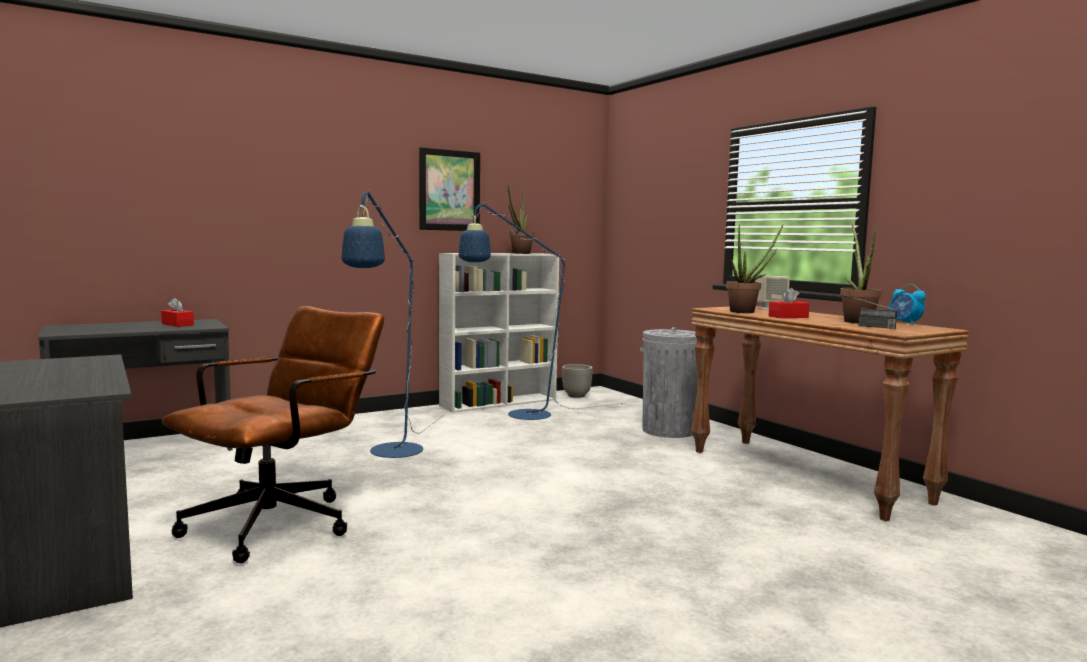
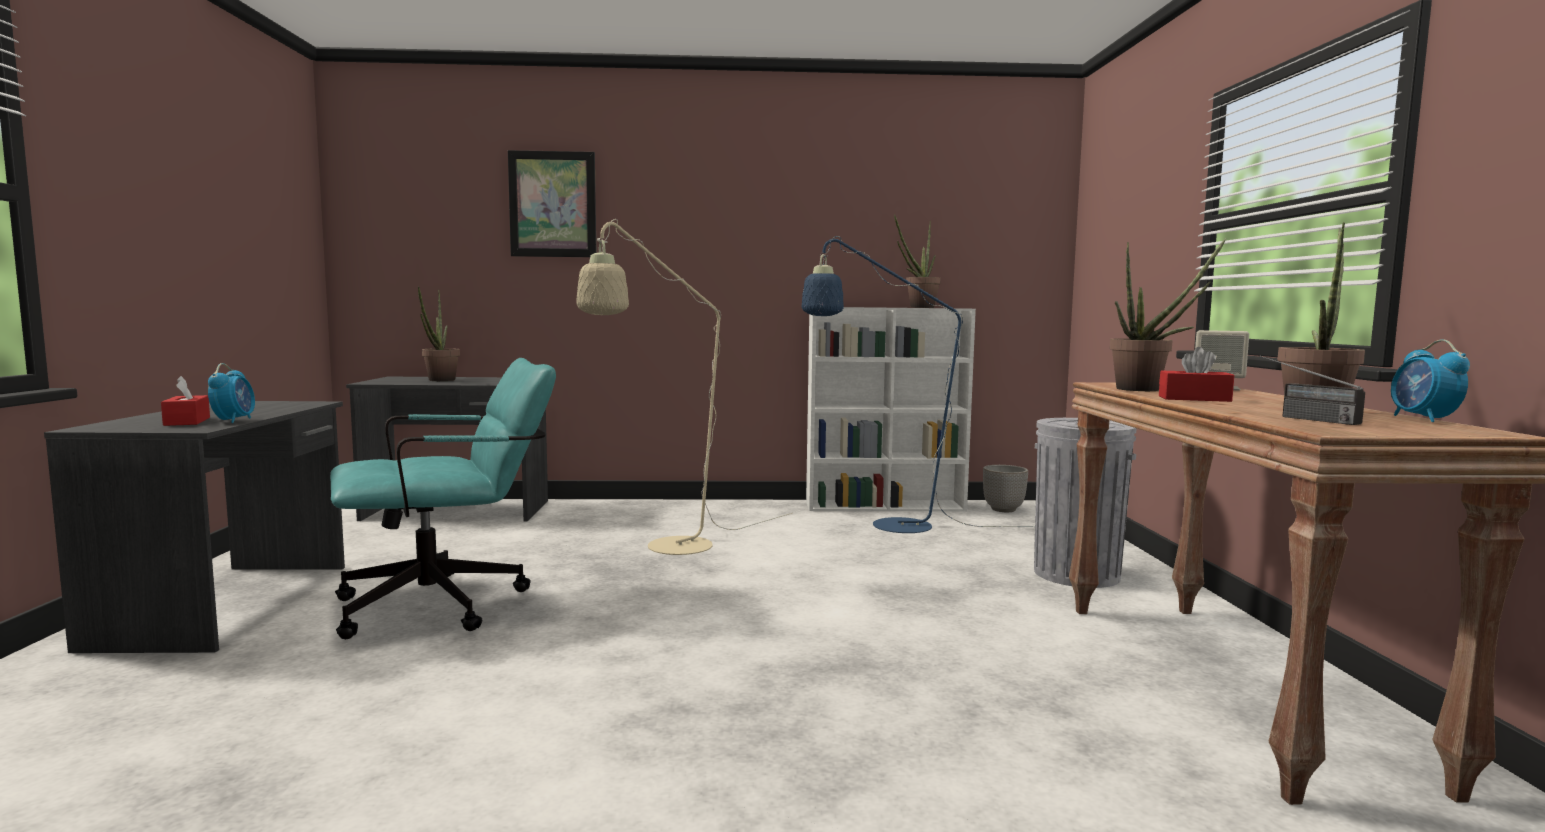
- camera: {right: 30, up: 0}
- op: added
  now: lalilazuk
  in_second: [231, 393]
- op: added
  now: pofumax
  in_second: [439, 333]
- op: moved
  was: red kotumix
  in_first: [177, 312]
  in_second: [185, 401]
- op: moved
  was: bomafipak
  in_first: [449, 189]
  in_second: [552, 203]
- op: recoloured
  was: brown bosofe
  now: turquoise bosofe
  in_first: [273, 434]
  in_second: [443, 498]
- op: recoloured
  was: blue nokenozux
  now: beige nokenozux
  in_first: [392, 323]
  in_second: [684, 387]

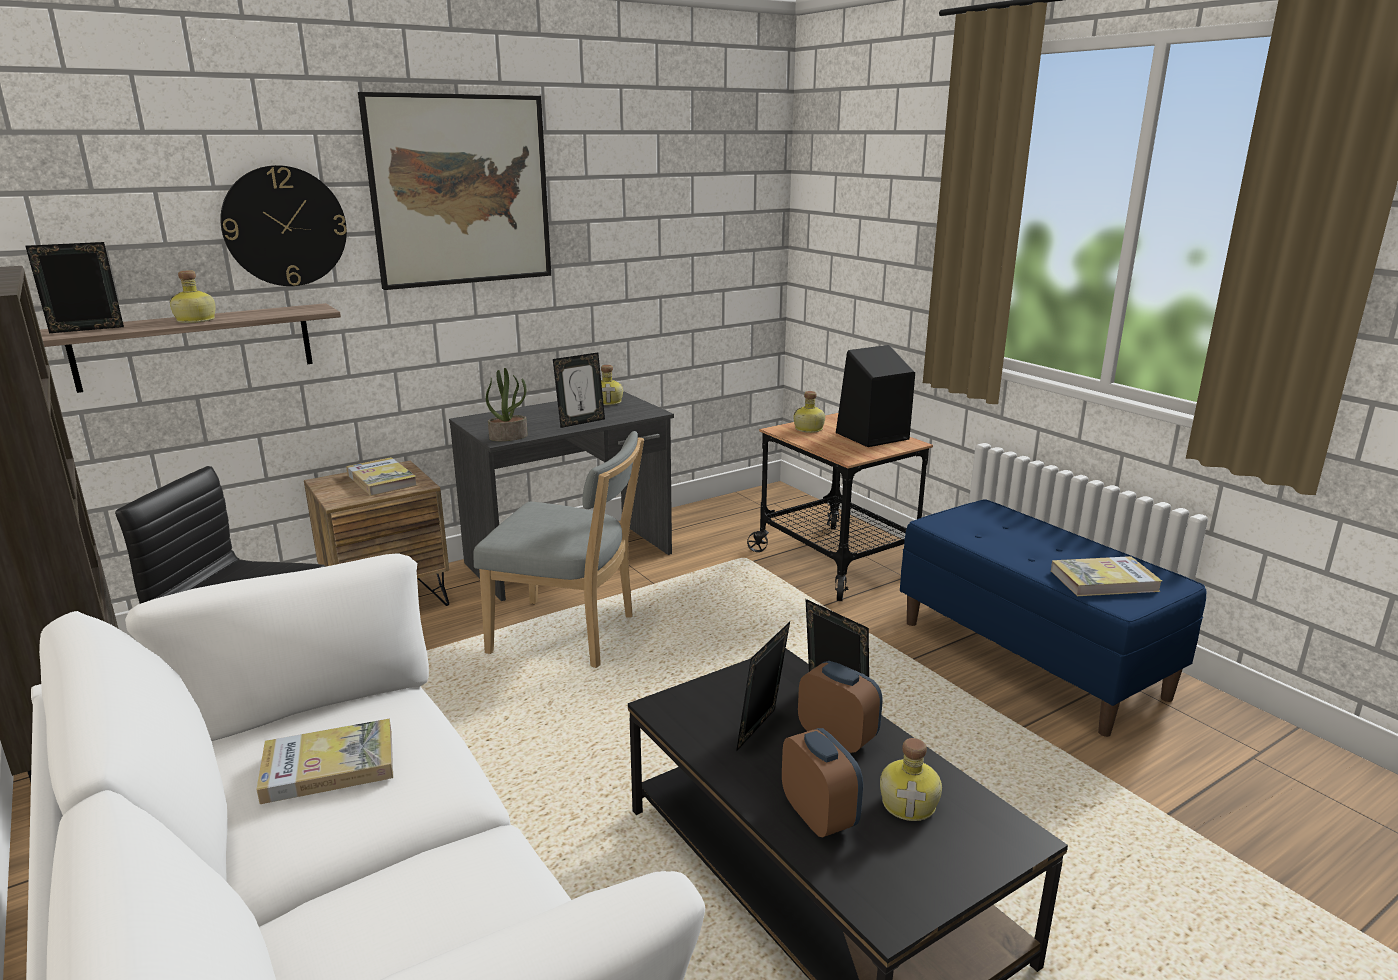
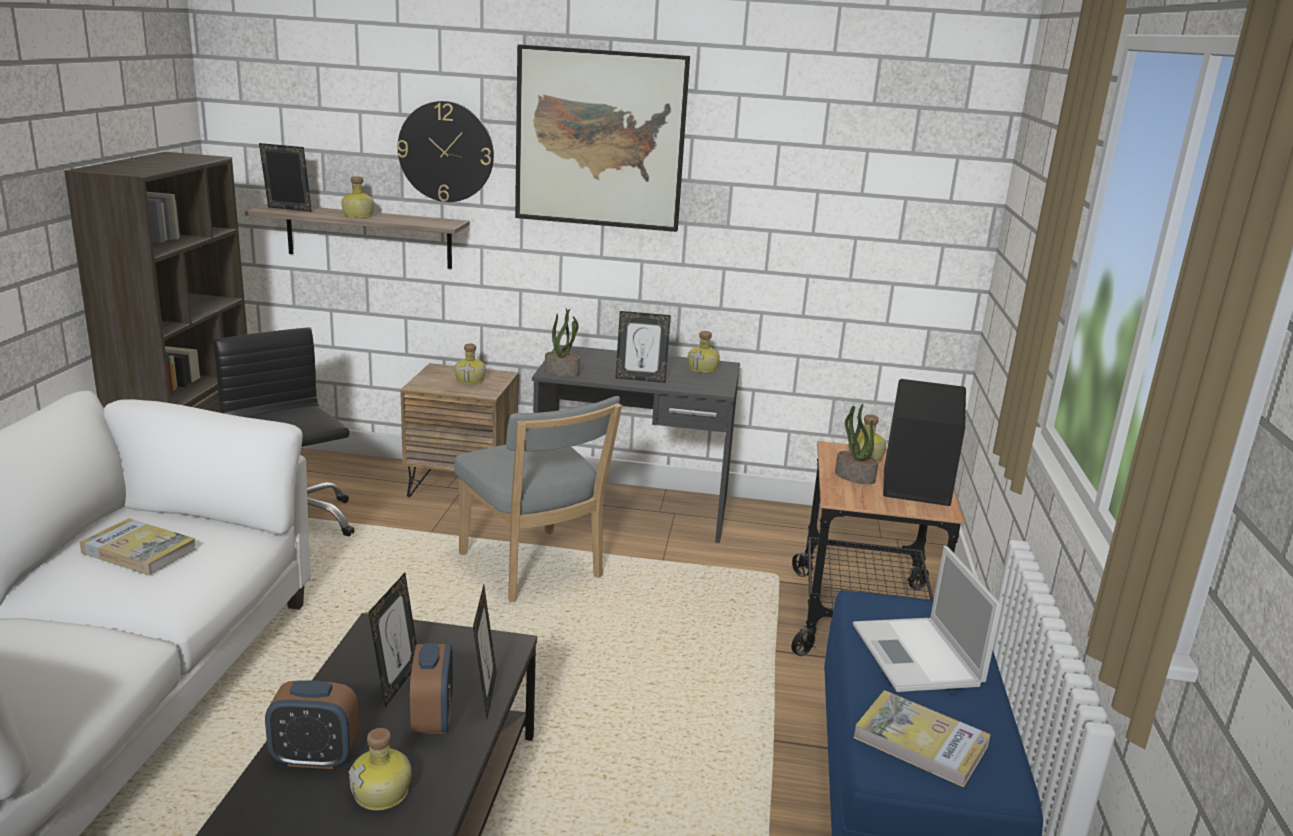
- camera: {right: 40, up: 0}
- op: added
  now: pofumax
  in_second: [856, 444]
- op: added
  now: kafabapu
  in_second: [927, 619]
- op: replaced
  was: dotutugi
  now: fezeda
  in_first: [381, 476]
  in_second: [470, 364]
- op: turned
  was: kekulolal
  in_first: [763, 687]
  in_second: [392, 640]
  clockwise: 120
- op: turned
  was: lalilazuk
  in_first: [822, 782]
  in_second: [312, 724]
  clockwise: 75

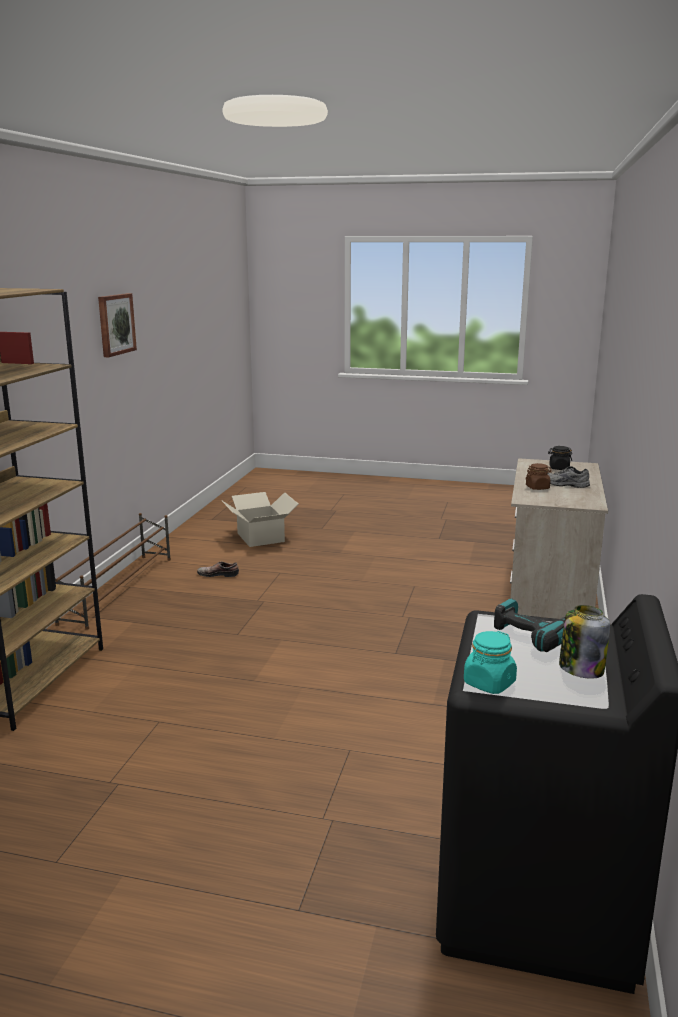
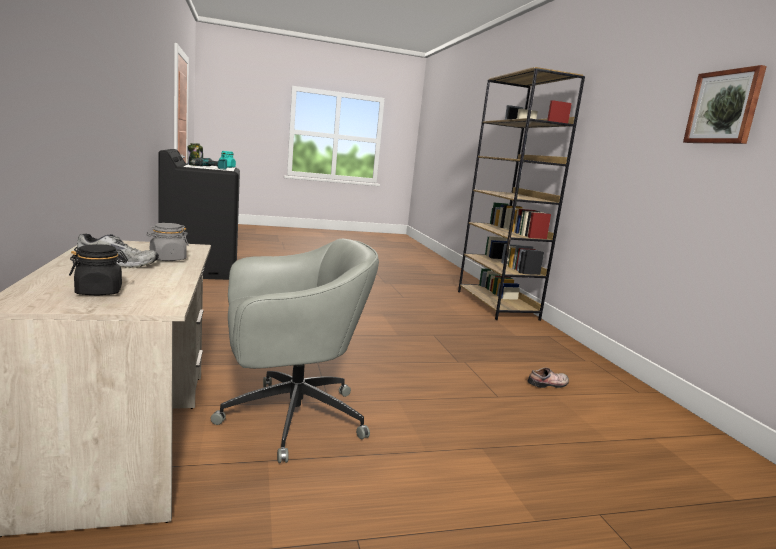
- camera: {right: 150, up: -5}
- op: removed
  was: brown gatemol
  in_first: [113, 571]
- op: removed
  was: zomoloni
  in_first: [259, 519]
- op: added
  now: grey bosofe
  in_second: [294, 351]
- op: recoloured
  was: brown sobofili
  now: grey sobofili
  in_first: [538, 476]
  in_second: [167, 242]

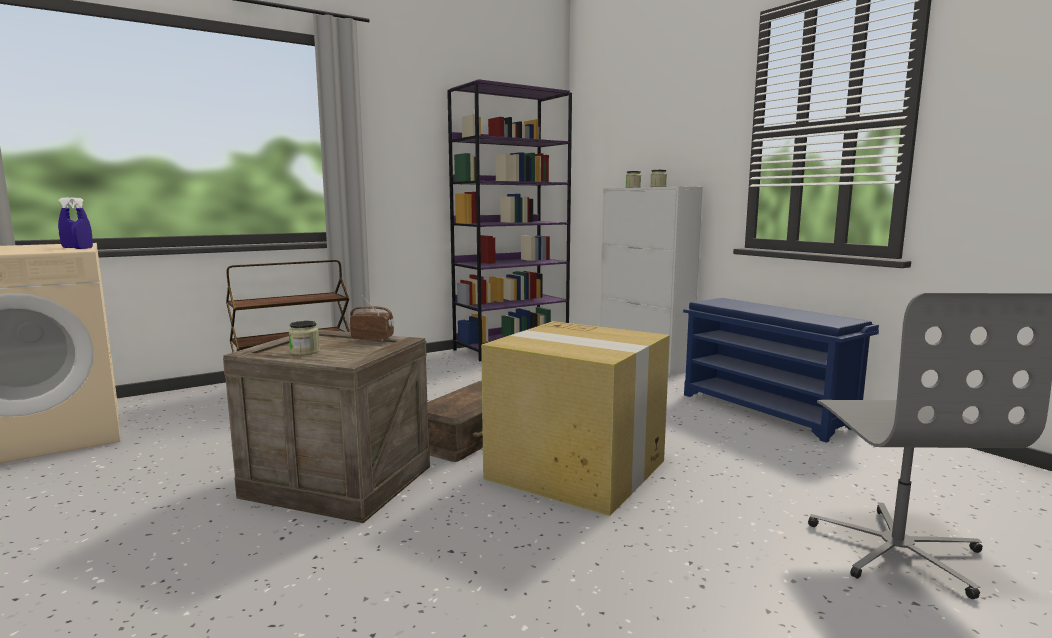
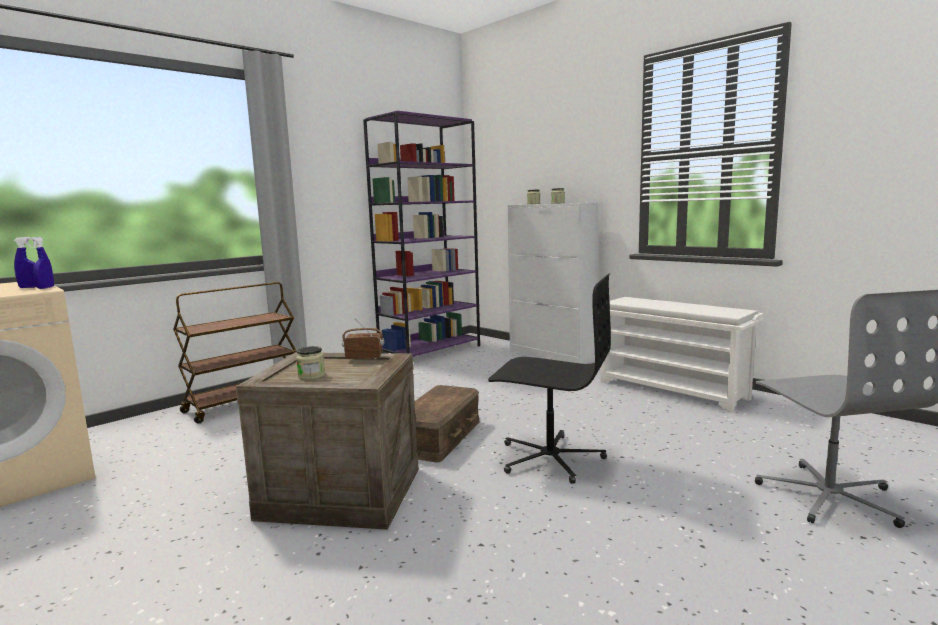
- camera: {right: -10, up: 0}
- op: replaced
  was: zomoloni
  now: black bosofe
  in_first: [575, 418]
  in_second: [549, 379]
- op: recoloured
  was: blue gatemol
  now: white gatemol
  in_first: [781, 370]
  in_second: [682, 355]

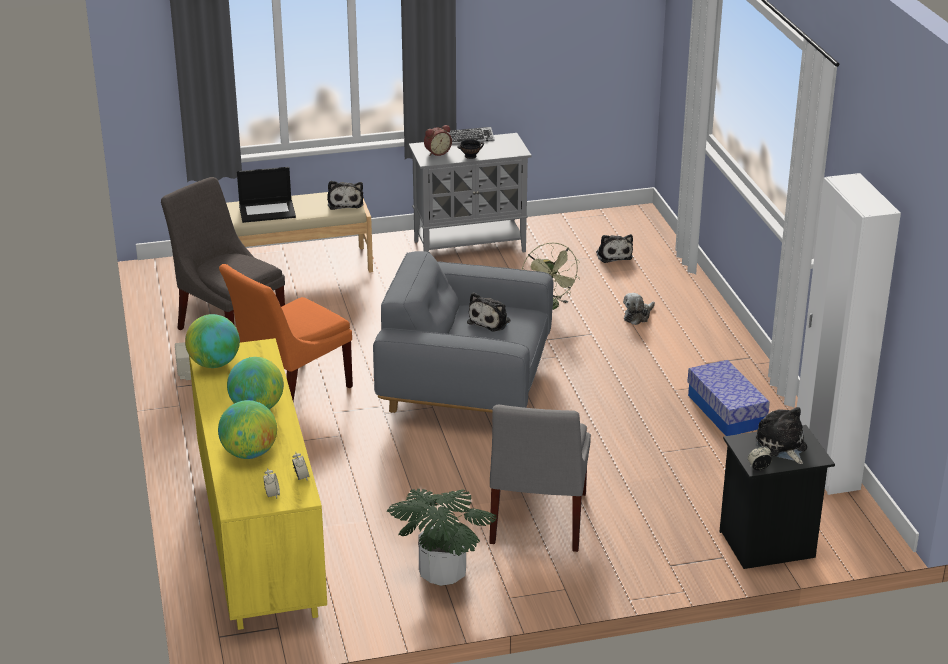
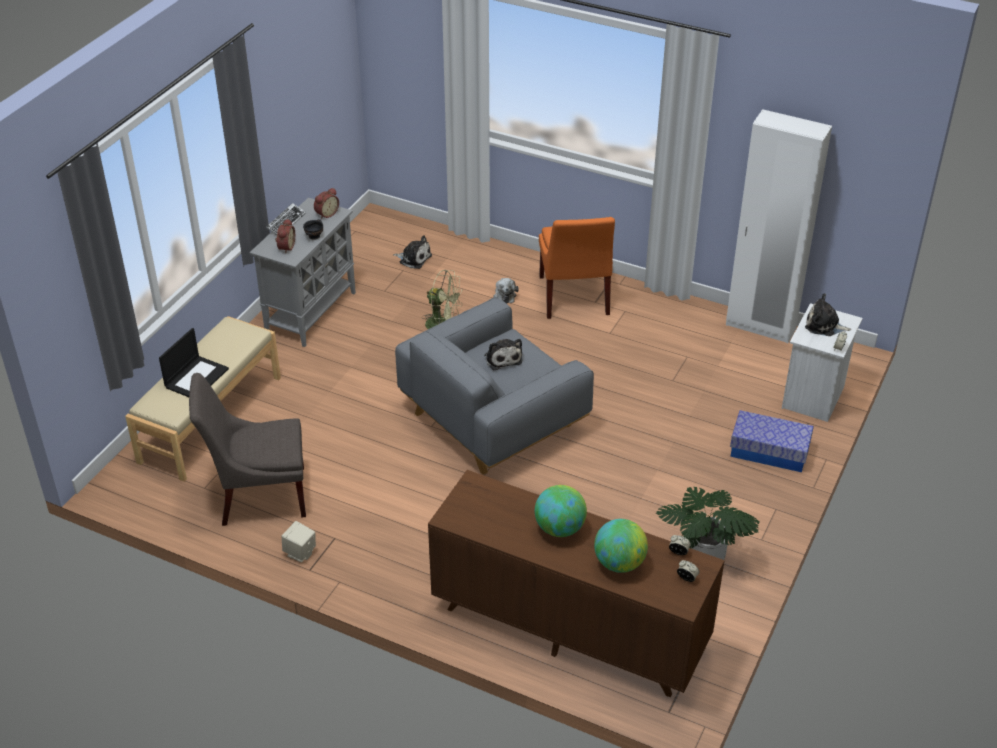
- camera: {right: -50, up: 10}
- op: removed
  was: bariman
  in_first: [212, 341]
- op: removed
  was: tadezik
  in_first: [345, 195]
- op: removed
  was: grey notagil
  in_first: [540, 478]
- op: added
  now: lalilazuk
  in_second: [326, 203]
- op: moved
  was: orange notagil
  in_first: [286, 332]
  in_second: [577, 268]
- op: moved
  was: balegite
  in_first: [728, 398]
  in_second: [772, 441]
- op: recoloured
  was: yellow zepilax
  now: brown zepilax
  in_first: [258, 484]
  in_second: [576, 583]
- op: recoloured
  was: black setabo
  now: white setabo
  in_first: [777, 497]
  in_second: [822, 362]

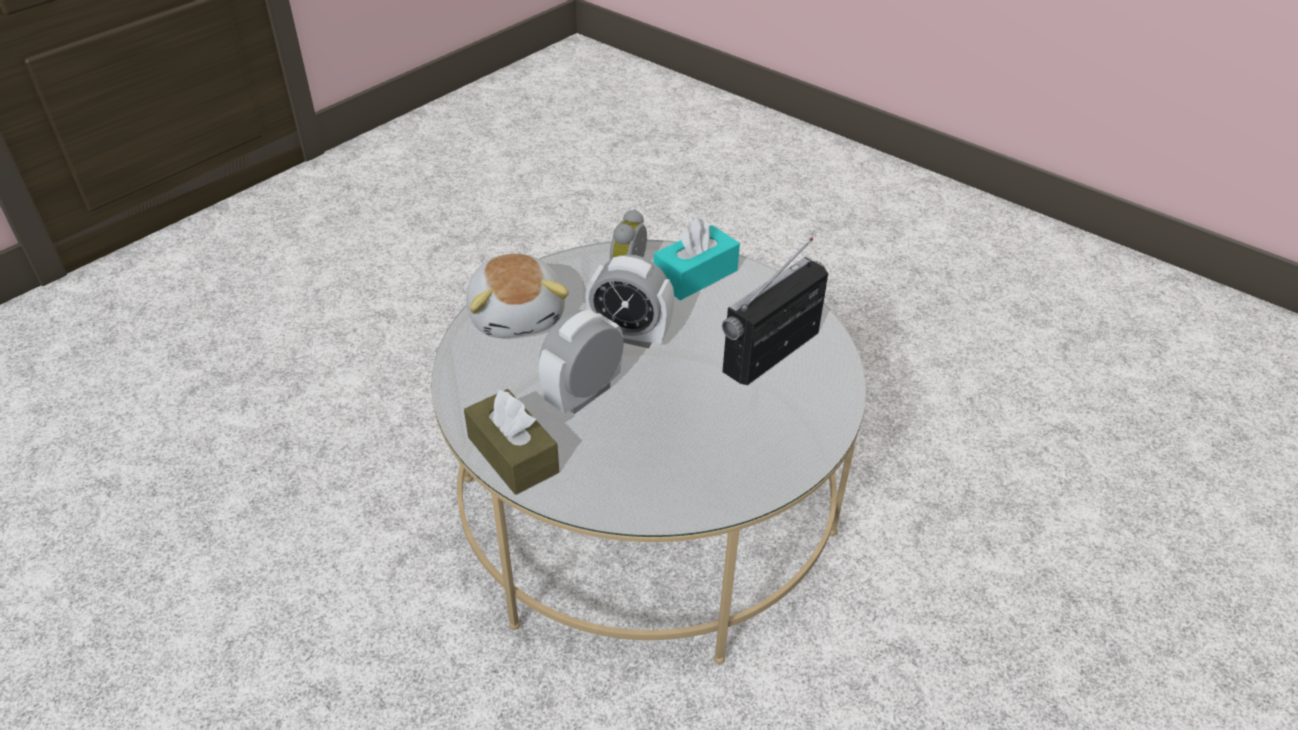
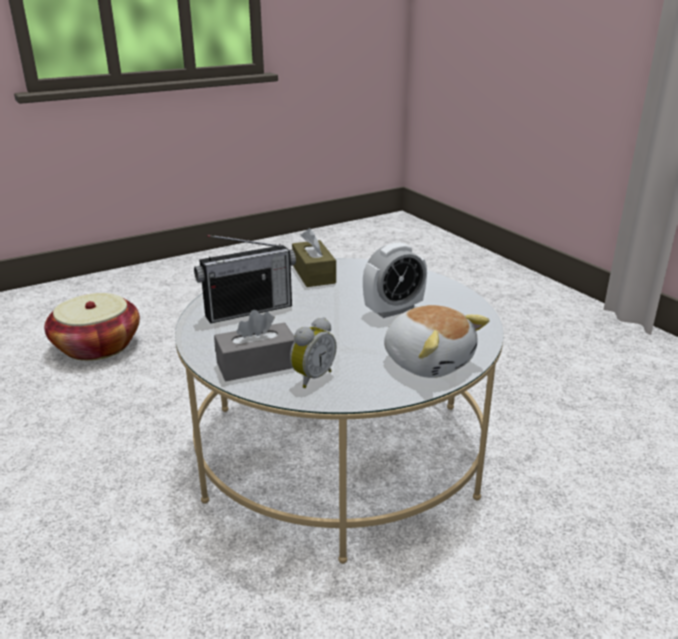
- camera: {right: -160, up: -15}
- op: removed
  was: lalilazuk
  in_first: [629, 301]
- op: added
  now: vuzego
  in_second: [92, 327]
- op: moved
  was: brown kotumix
  in_first: [511, 442]
  in_second: [314, 257]
- op: recoloured
  was: turquoise kotumix
  now: grey kotumix
  in_first: [697, 258]
  in_second: [254, 345]
- op: turned
  was: tadezik
  in_first: [517, 296]
  in_second: [436, 341]
  clockwise: 135

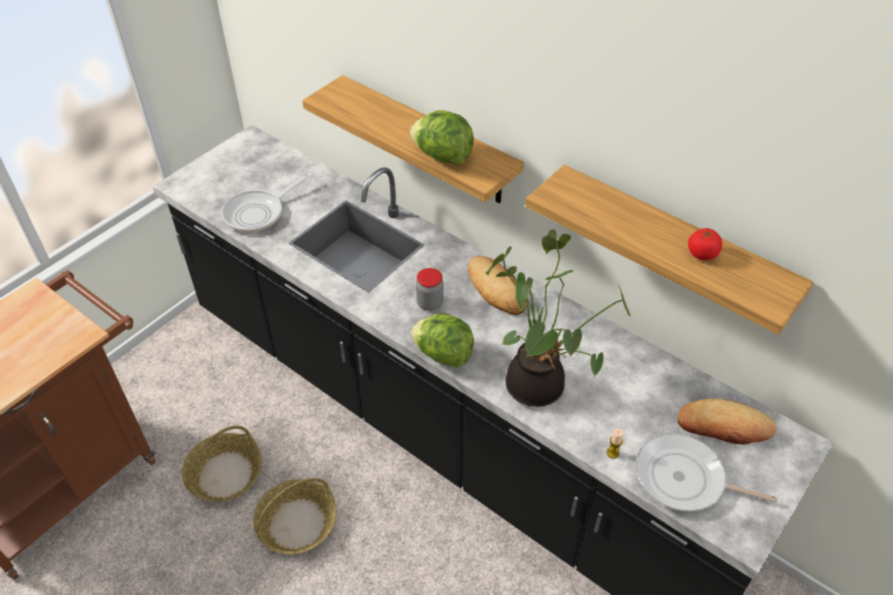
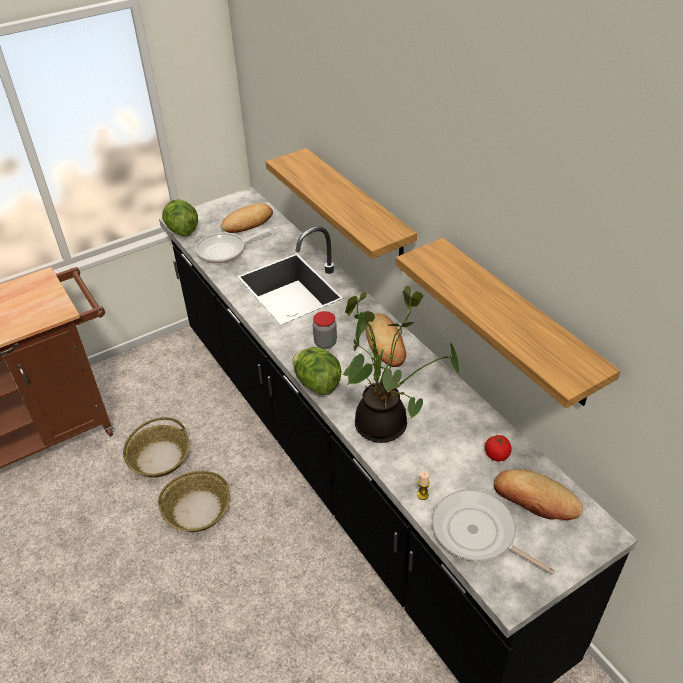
- camera: {right: 20, up: -5}
- op: added
  now: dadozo
  in_second: [247, 218]
- op: moved
  was: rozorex
  in_first: [442, 137]
  in_second: [180, 218]
- op: moved
  was: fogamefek
  in_first: [705, 244]
  in_second: [498, 448]

